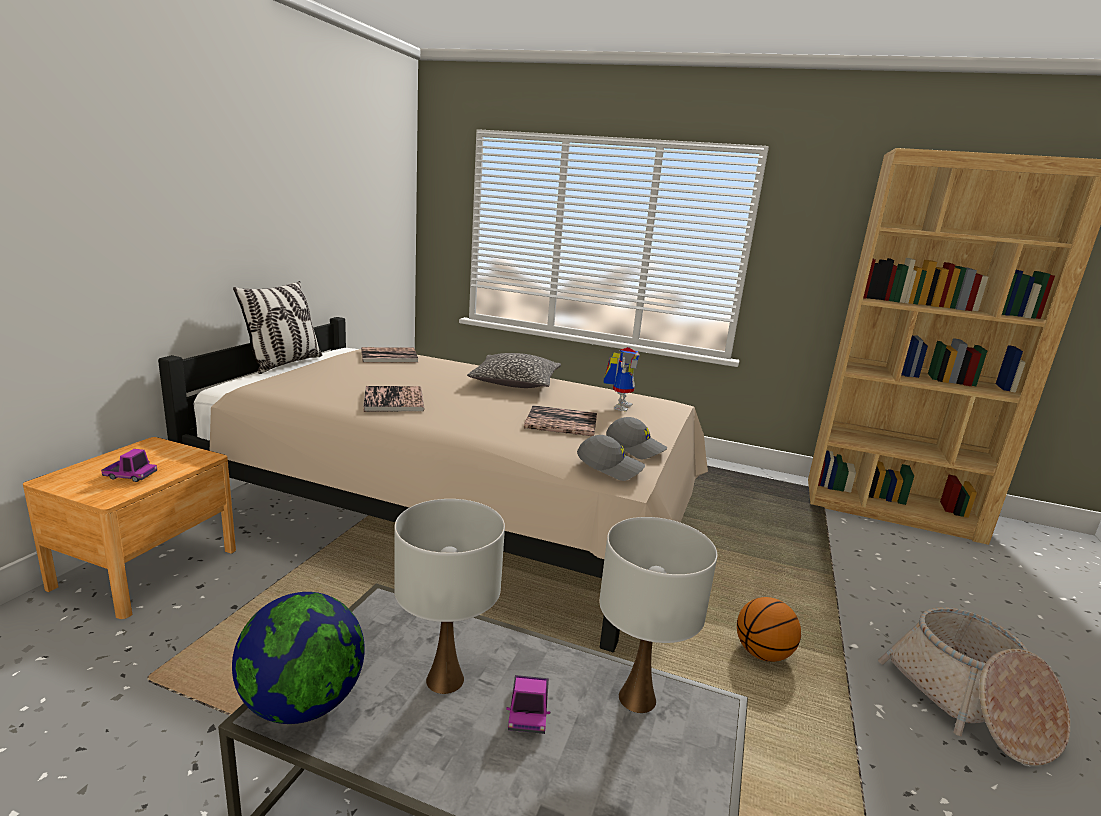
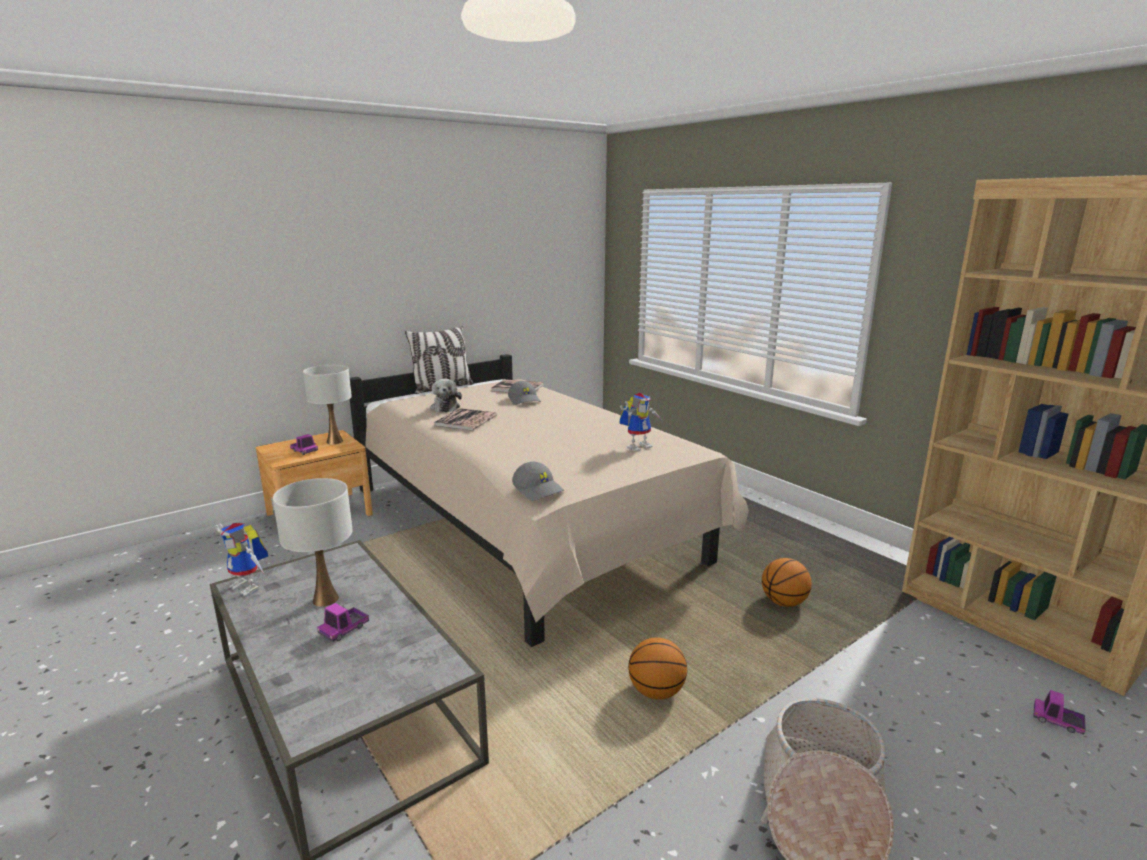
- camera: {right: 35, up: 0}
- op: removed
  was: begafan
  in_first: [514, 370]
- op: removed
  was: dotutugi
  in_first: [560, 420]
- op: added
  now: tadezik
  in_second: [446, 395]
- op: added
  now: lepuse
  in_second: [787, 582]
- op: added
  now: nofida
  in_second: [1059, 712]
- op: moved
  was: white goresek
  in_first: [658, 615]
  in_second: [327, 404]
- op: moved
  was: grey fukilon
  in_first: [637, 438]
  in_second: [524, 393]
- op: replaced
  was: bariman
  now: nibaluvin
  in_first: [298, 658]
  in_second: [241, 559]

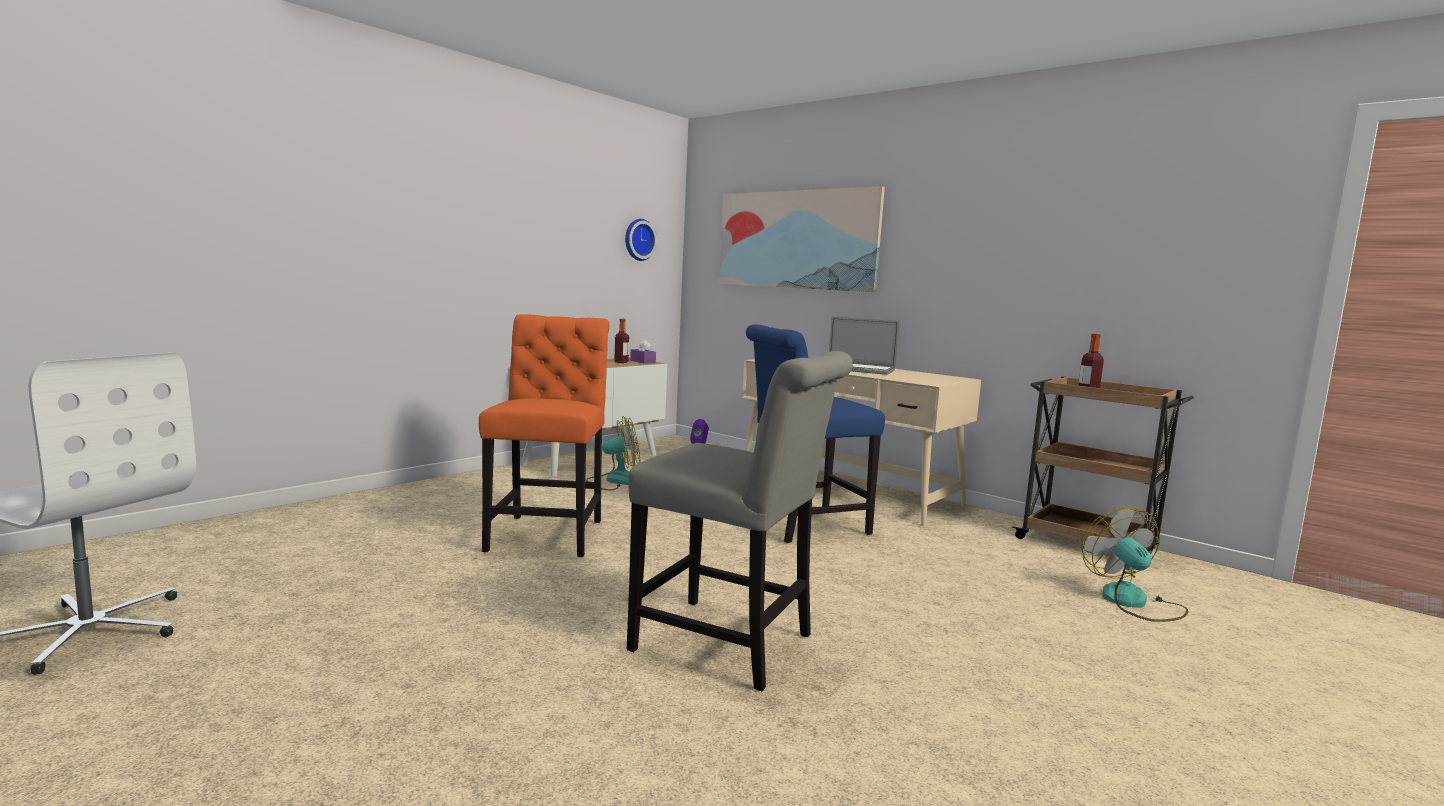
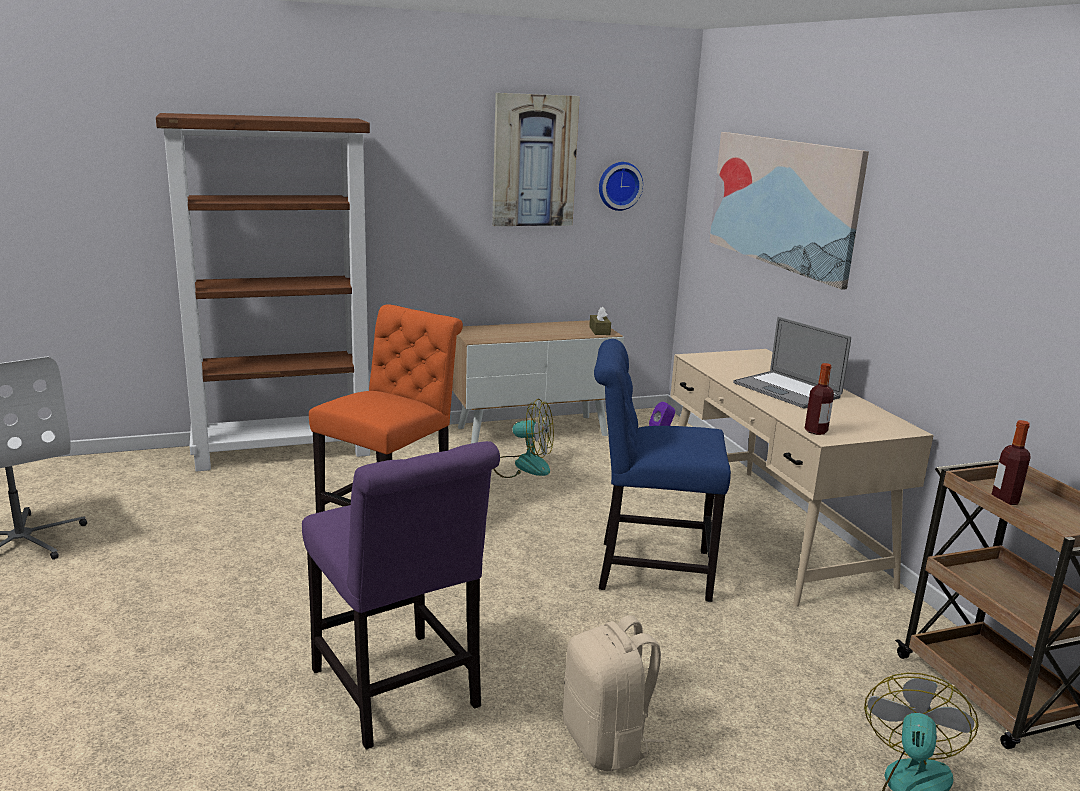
- camera: {right: 30, up: 10}
- op: added
  now: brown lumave
  in_second: [263, 292]
- op: added
  now: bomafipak
  in_second: [536, 159]
- op: added
  now: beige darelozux
  in_second: [613, 693]
- op: moved
  was: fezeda
  in_first: [621, 341]
  in_second: [819, 399]
- op: recoloured
  was: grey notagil
  now: purple notagil
  in_first: [740, 521]
  in_second: [401, 595]
- op: recoloured
  was: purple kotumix
  now: brown kotumix
  in_first: [643, 351]
  in_second: [600, 320]

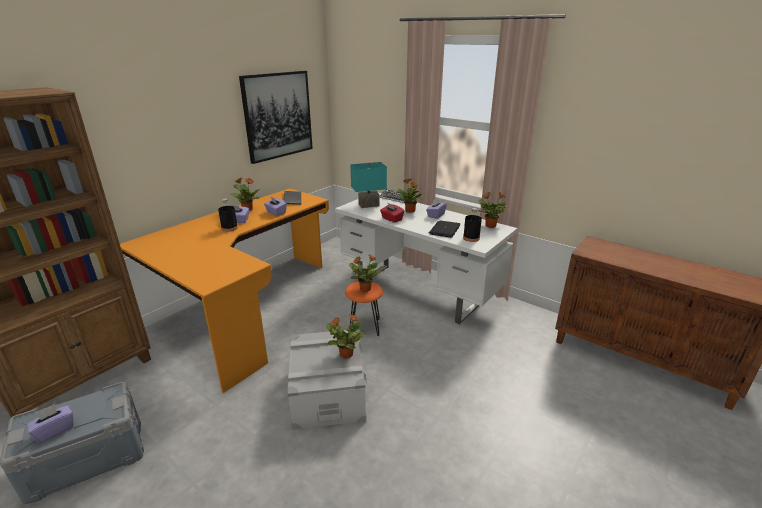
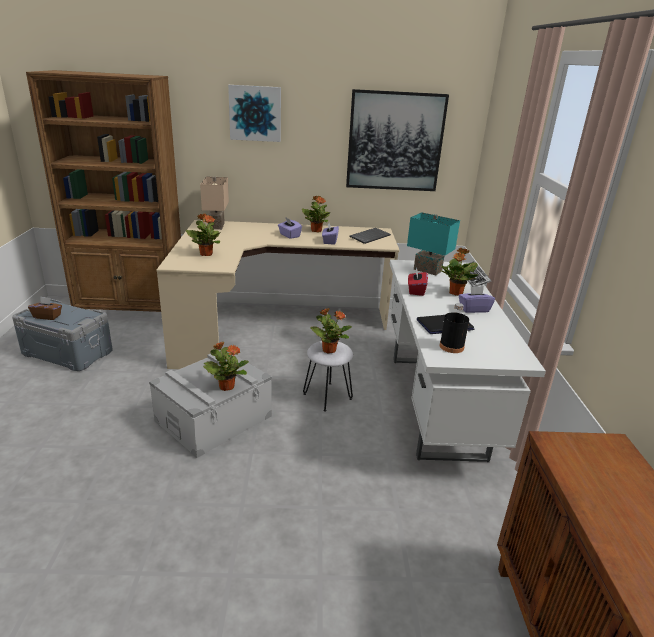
- camera: {right: 50, up: 0}
- op: removed
  was: black fezeda
  in_first: [228, 215]
- op: added
  now: beige goresek
  in_second: [214, 203]
- op: added
  now: bomafipak
  in_second: [254, 113]
- op: moved
  was: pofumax
  in_first: [493, 210]
  in_second: [203, 234]
- op: recoloured
  was: purple kotumix
  now: brown kotumix
  in_first: [50, 423]
  in_second: [45, 308]
- op: recoloured
  was: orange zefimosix
  now: beige zefimosix
  in_first: [224, 290]
  in_second: [278, 294]
- op: recoloured
  was: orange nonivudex
  now: white nonivudex
  in_first: [364, 309]
  in_second: [328, 376]

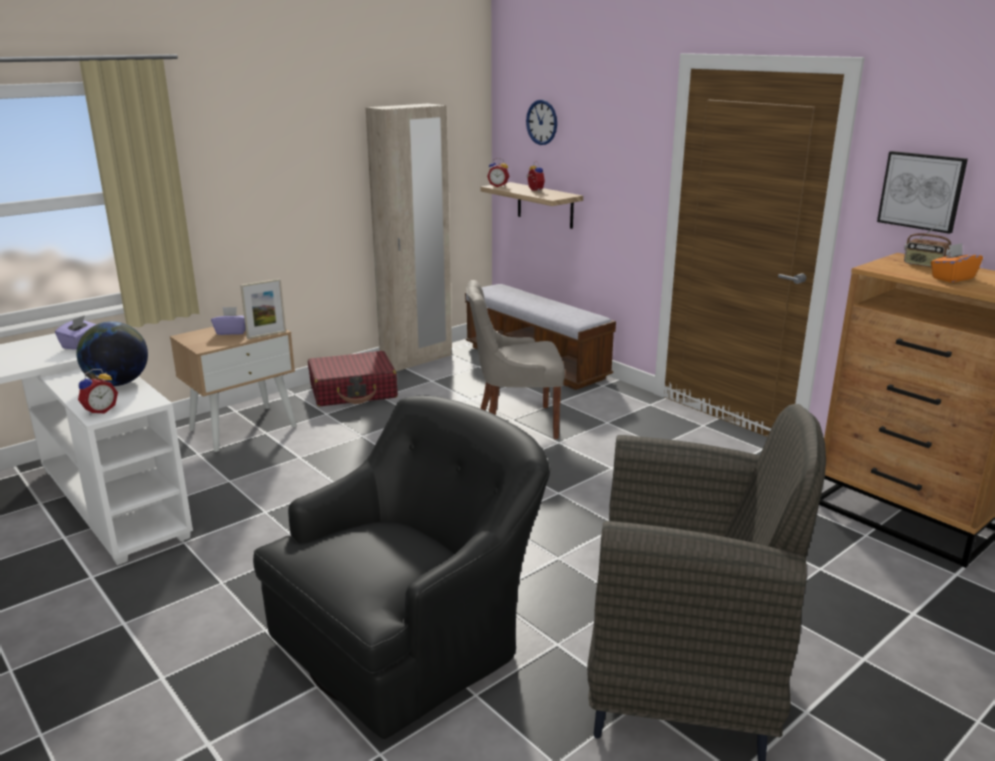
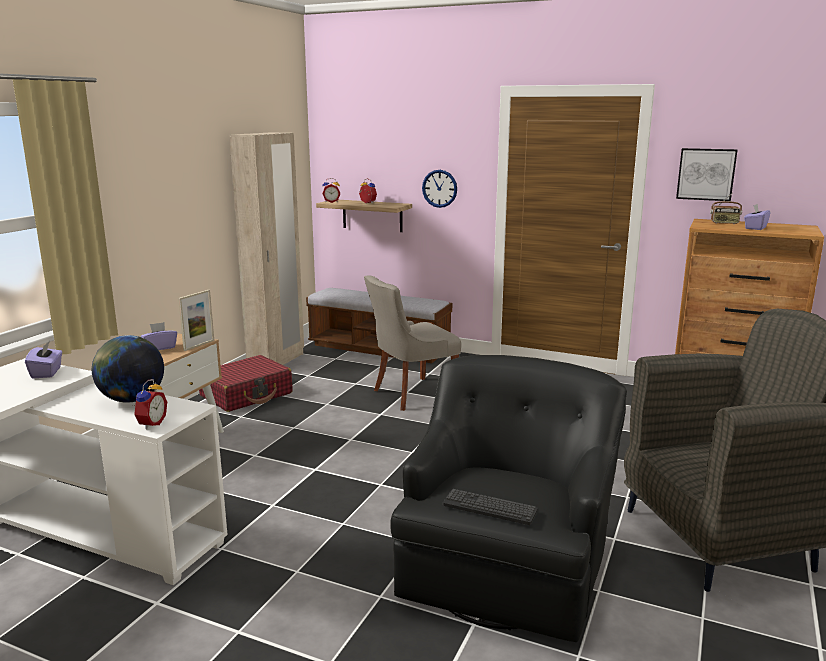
- camera: {right: -25, up: -5}
- op: added
  now: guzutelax
  in_second: [490, 507]
- op: moved
  was: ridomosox
  in_first: [541, 122]
  in_second: [439, 189]
- op: recoloured
  was: orange kotumix
  now: purple kotumix
  in_first: [957, 263]
  in_second: [757, 217]

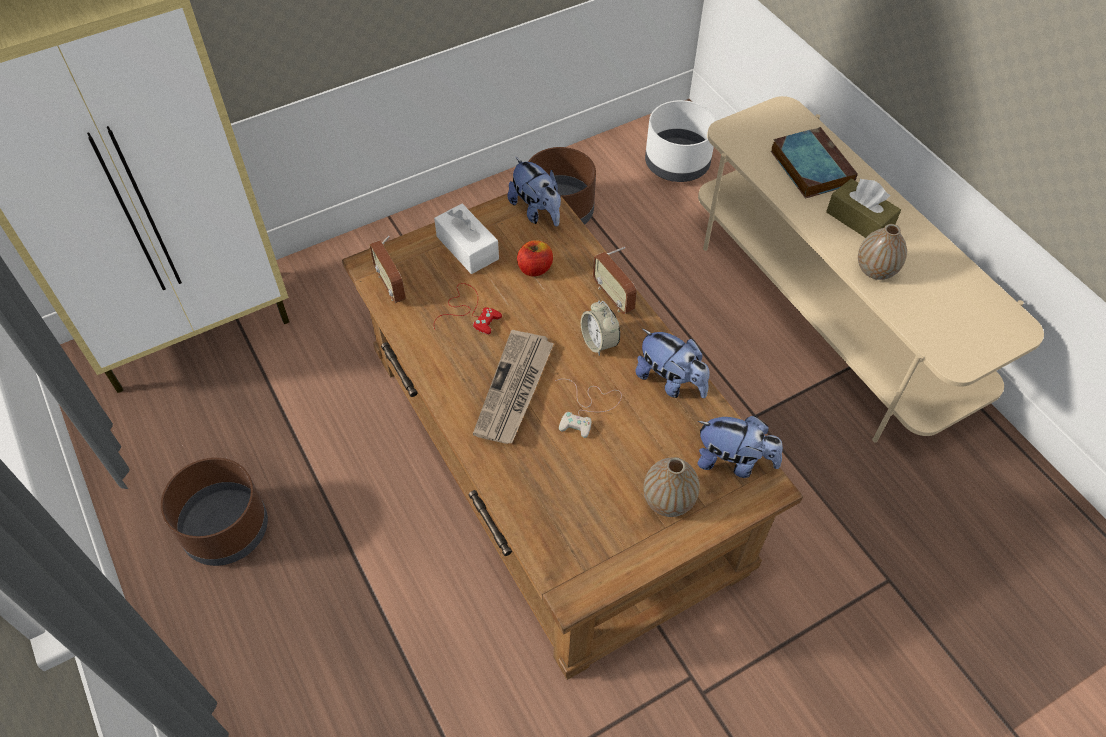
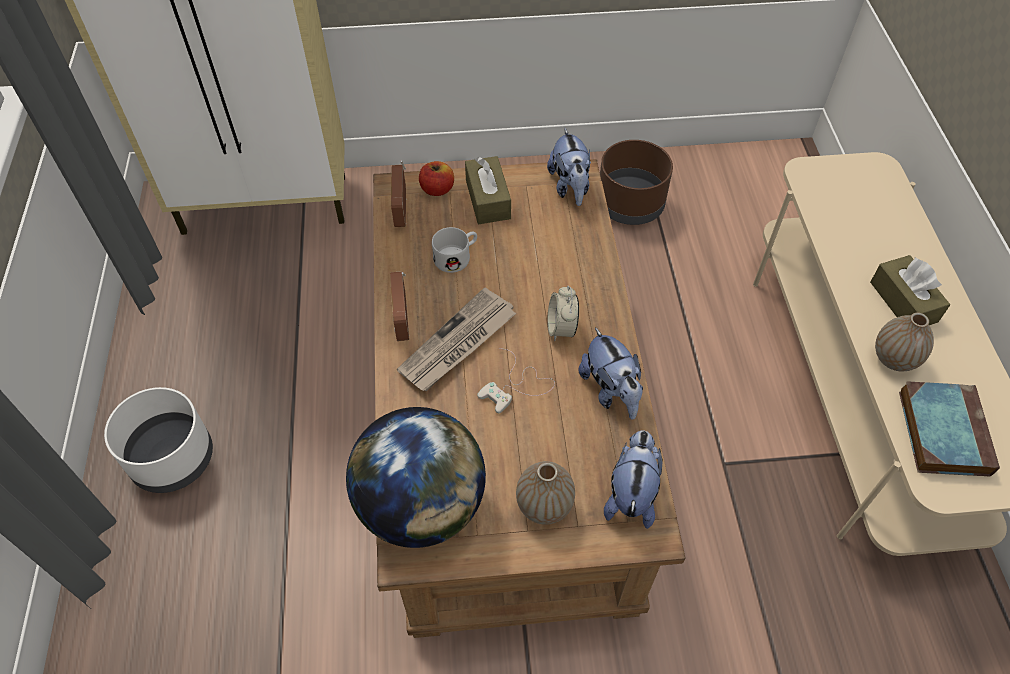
- camera: {right: 25, up: 0}
- op: removed
  was: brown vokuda
  in_first: [214, 512]
- op: added
  now: bariman
  in_second: [416, 477]
- op: moved
  was: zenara
  in_first: [535, 258]
  in_second: [436, 178]
- op: moved
  was: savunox
  in_first: [615, 280]
  in_second: [400, 306]
- op: moved
  was: white vokuda
  in_first: [681, 141]
  in_second: [158, 440]
- op: moved
  was: dotutugi
  in_first: [814, 162]
  in_second: [949, 429]
- op: replaced
  was: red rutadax
  now: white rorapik
  in_first: [468, 309]
  in_second: [454, 250]
- op: recoloured
  was: white kotumix
  now: brown kotumix
  in_first: [466, 239]
  in_second: [488, 190]
- op: turned
  was: tadezik
  in_first: [740, 447]
  in_second: [633, 480]
  clockwise: -120

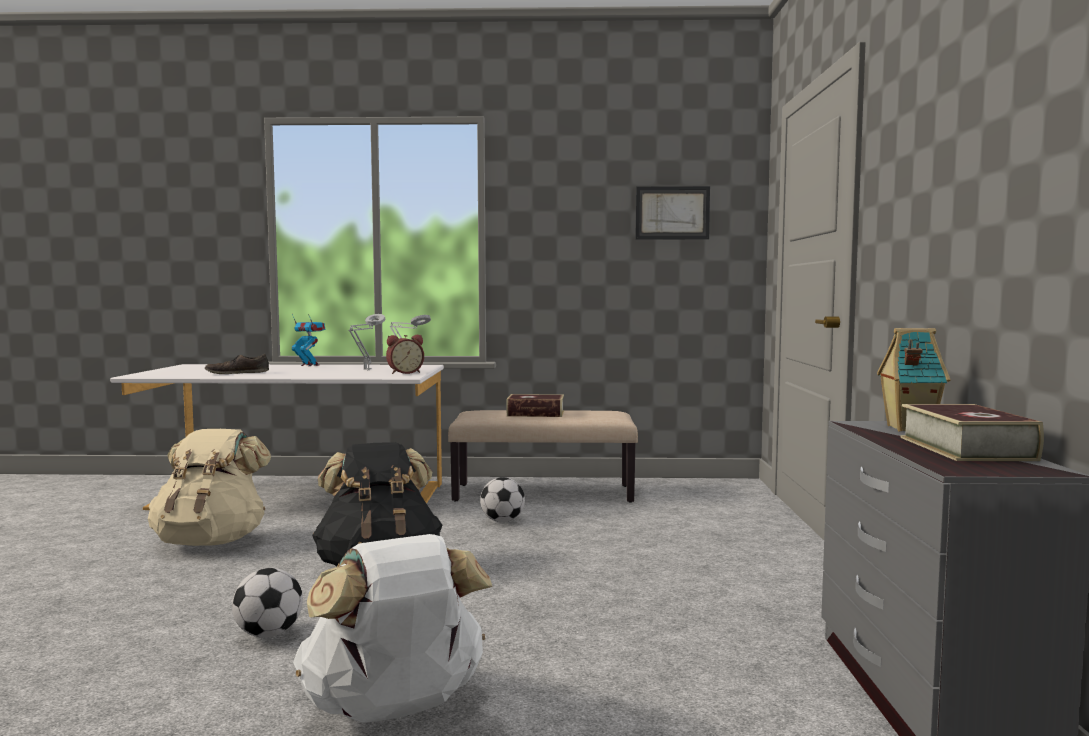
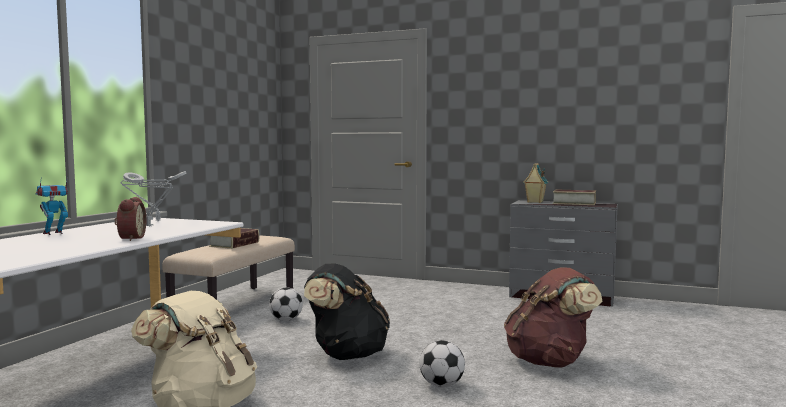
- camera: {right: -70, up: 0}
- op: removed
  was: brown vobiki
  in_first: [237, 364]
- op: removed
  was: bomafipak
  in_first: [672, 212]
- op: moved
  was: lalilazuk
  in_first: [405, 354]
  in_second: [130, 219]
- op: recoloured
  was: white darelozux
  now: brown darelozux
  in_first: [393, 628]
  in_second: [553, 317]

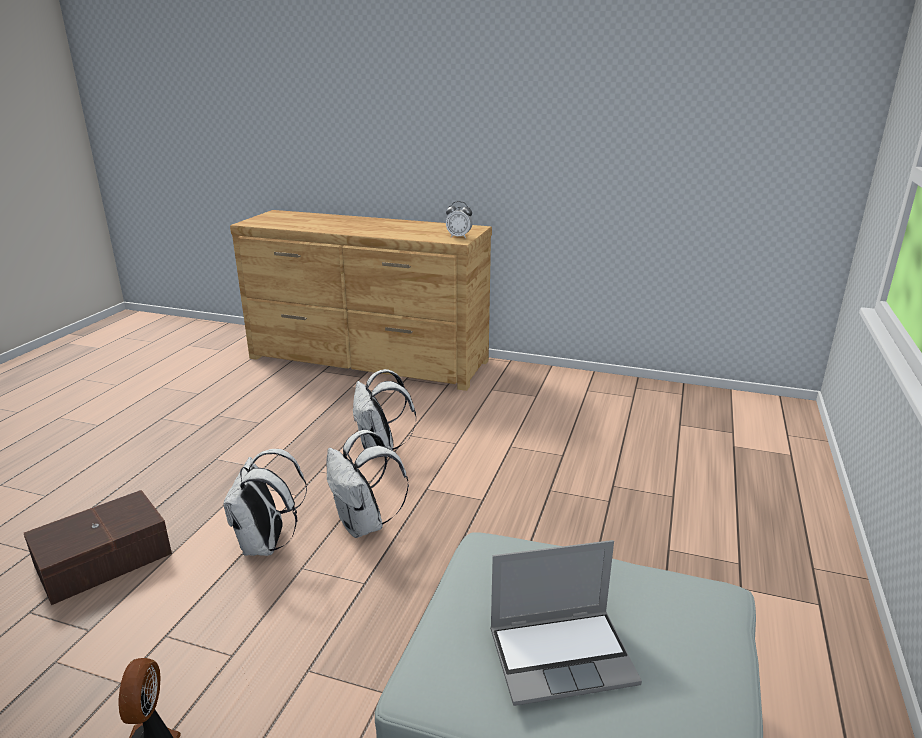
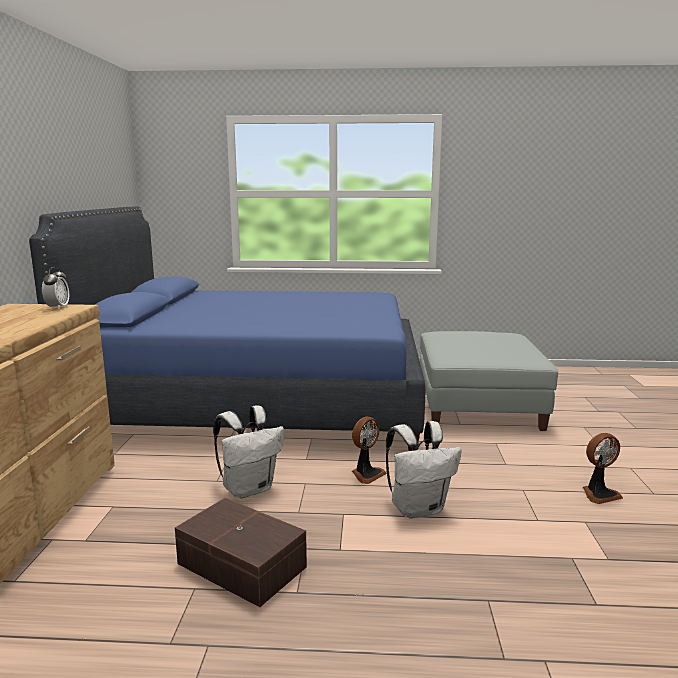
- camera: {right: -105, up: -10}
- op: removed
  was: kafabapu
  in_first: [566, 623]
- op: added
  now: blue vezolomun
  in_second: [227, 328]
- op: moved
  was: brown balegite
  in_first: [98, 547]
  in_second: [241, 552]
- op: replaced
  was: white darelozux
  now: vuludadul
  in_first: [367, 484]
  in_second: [369, 450]

